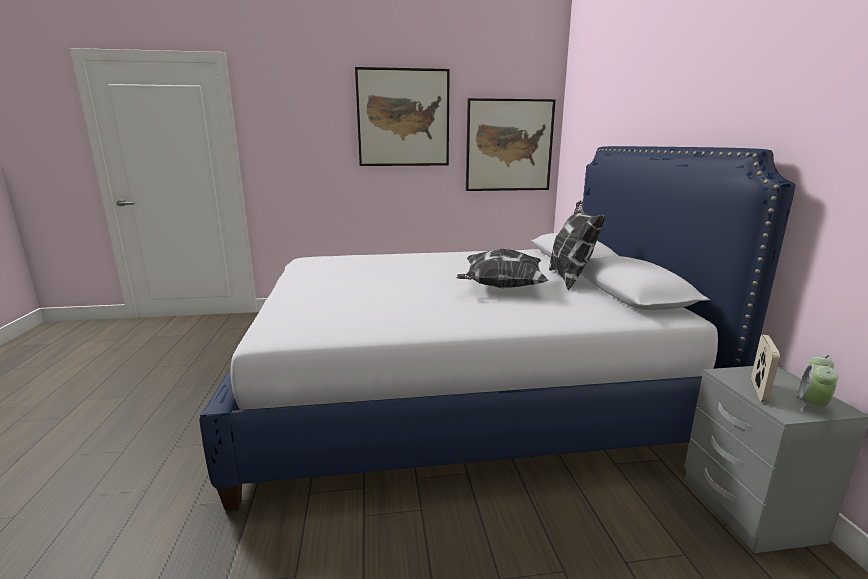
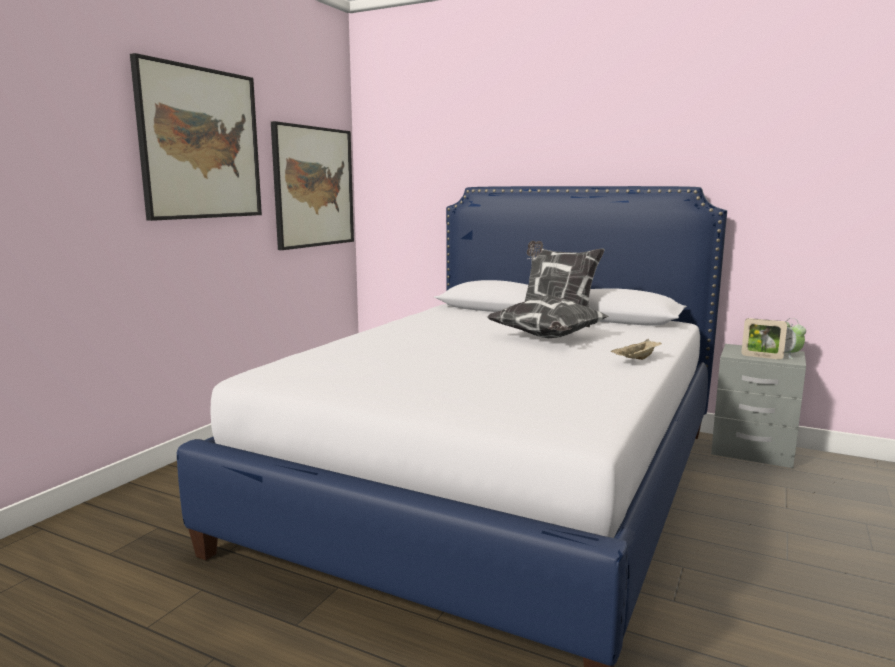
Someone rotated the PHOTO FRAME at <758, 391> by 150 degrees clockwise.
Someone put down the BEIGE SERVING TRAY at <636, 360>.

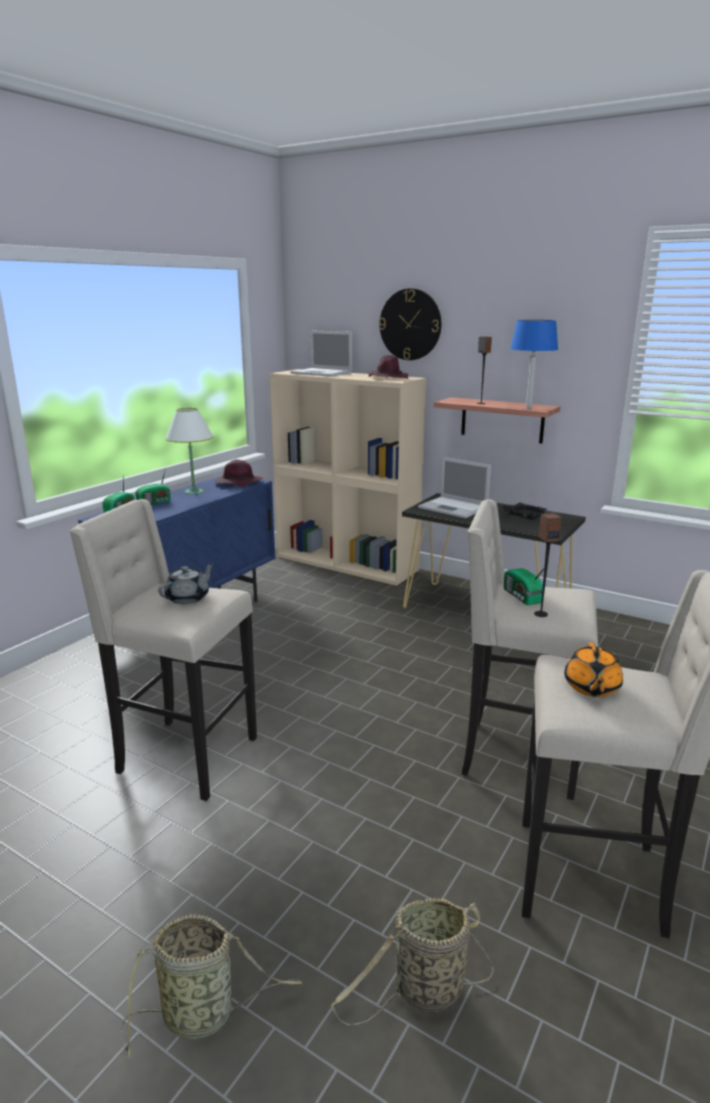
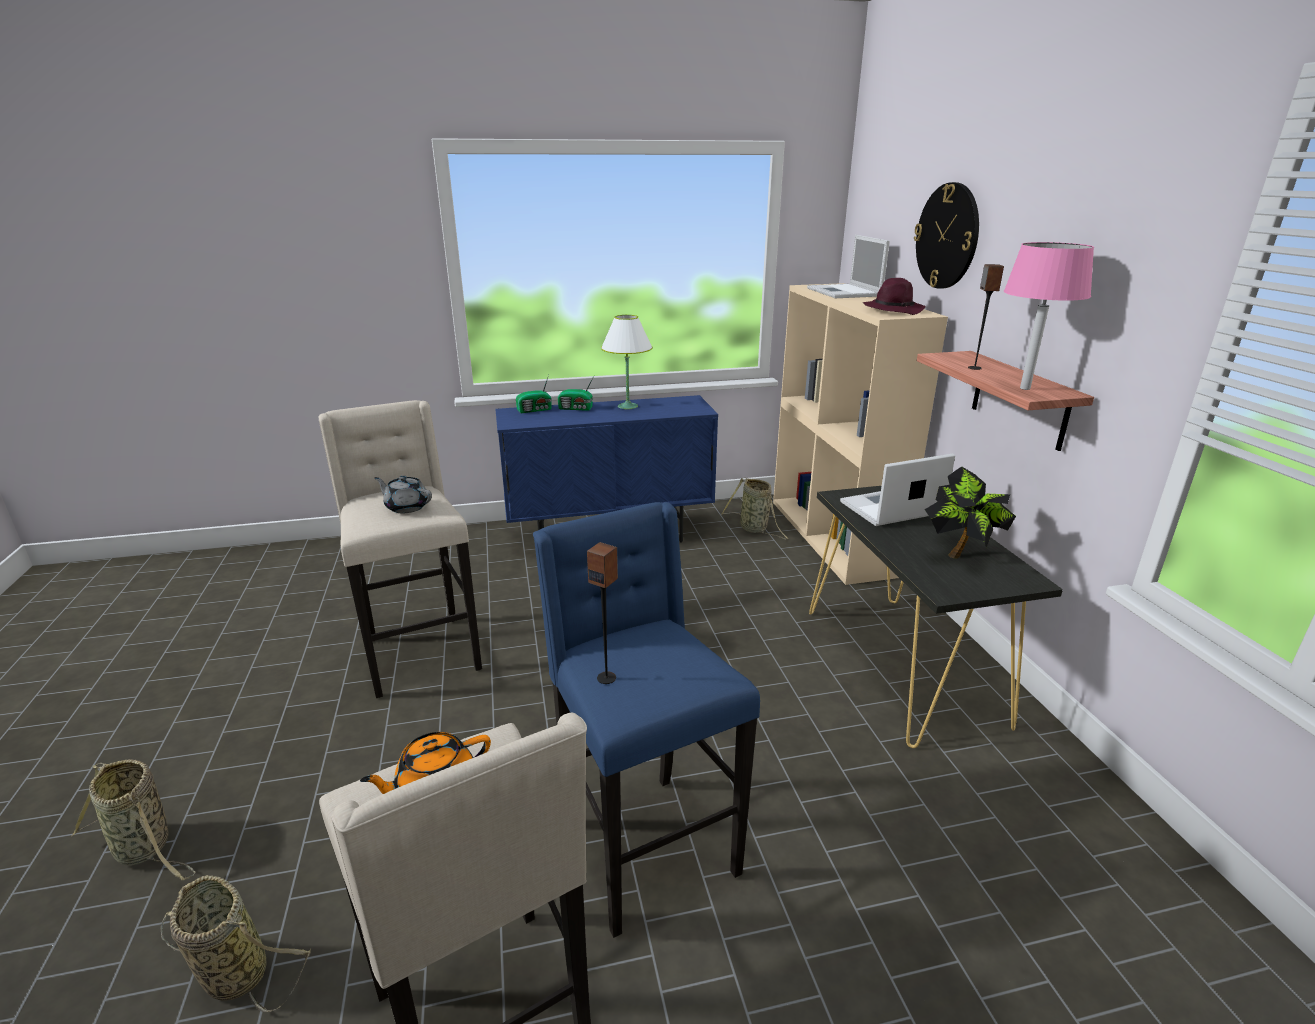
Someone repainted the BLUE-COLOURED TABLE LAMP at <528, 407>, which became the PINK TABLE LAMP at <1024, 388>.
Someone rotated the LAPTOP at <454, 508> by 75 degrees clockwise.
Someone took away the PURPLE-COLOURED WEARABLE HAT at <237, 483>.
Someone repainted the BEIGE STOOL SEAT at <516, 757>, which became the BLUE-COLOURED STOOL SEAT at <643, 846>.
Someone swapped the BLACK SERVING TRAY at <523, 516> for the PLANT IN A POT at <961, 552>.
Someone rotated the GREYISH POT FOR TEA at <188, 598> by 150 degrees counterclockwise.
Someone took away the RADIO at <521, 597>.
Someone put down the BASKET at <755, 529>.

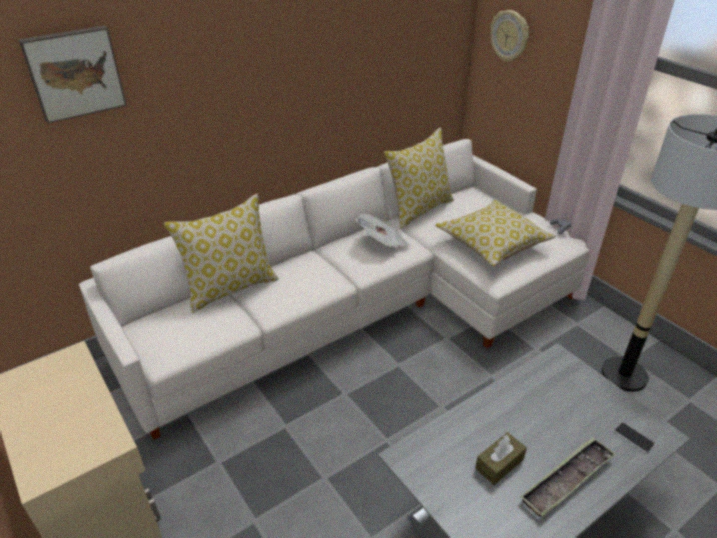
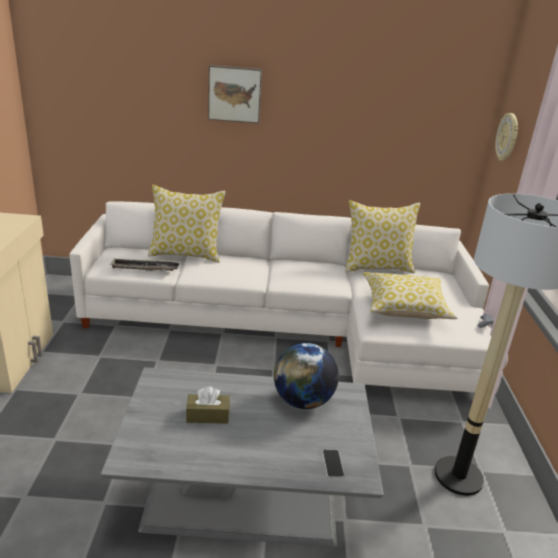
Someone carried the WALL PICTURE from <74, 73> to <235, 94>.
Someone took away the DAILY PAPER at <383, 243>.
Someone carried the SERVING TRAY from <566, 480> to <145, 268>.
Someone put down the WORLD GLOBE at <303, 401>.

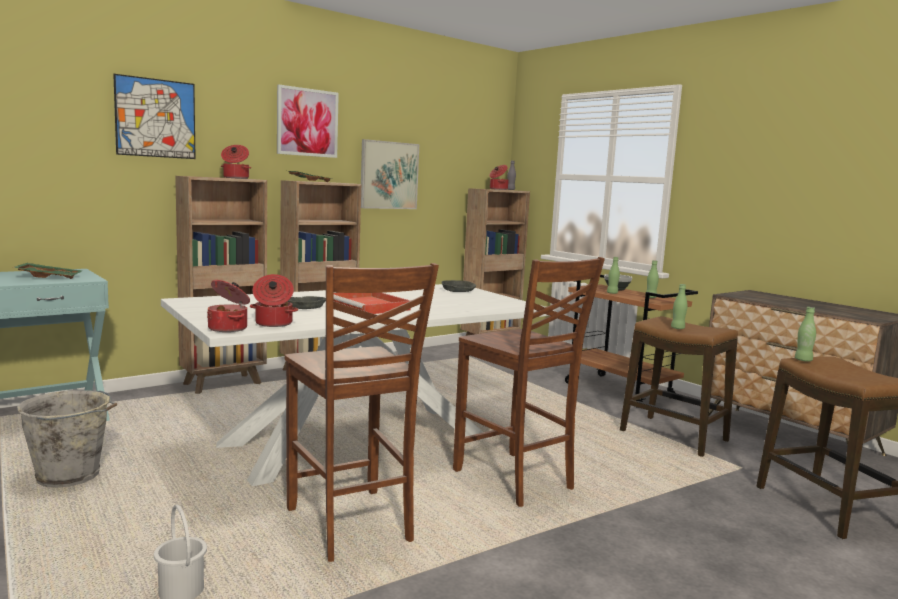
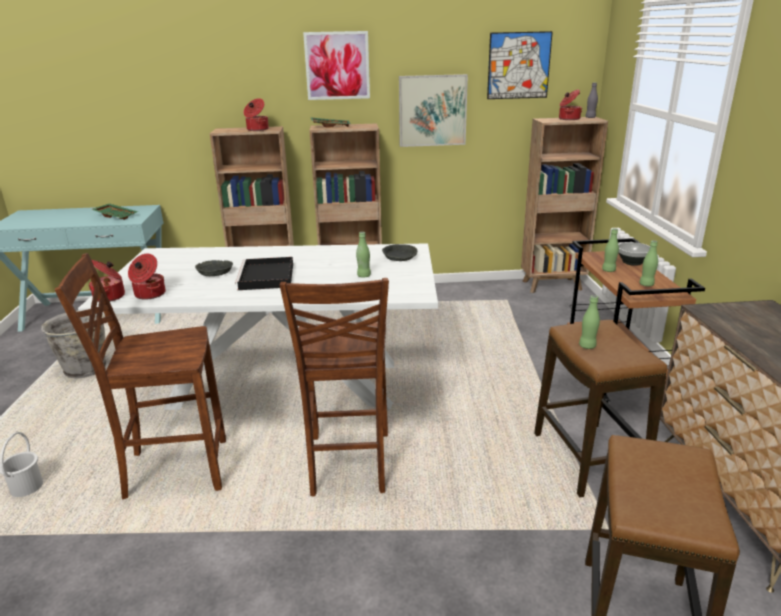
Someone carried the WALL PICTURE from <155, 118> to <518, 65>.
Someone rotated the BROWN-COLOURED CHAIR at <350, 526> by 75 degrees clockwise.
Someone repainted the RED-COLOURED SERVING TRAY at <369, 306>, which became the BLACK SERVING TRAY at <267, 277>.
Someone carried the GREEN-COLOURED BOTTLE from <803, 360> to <364, 276>.

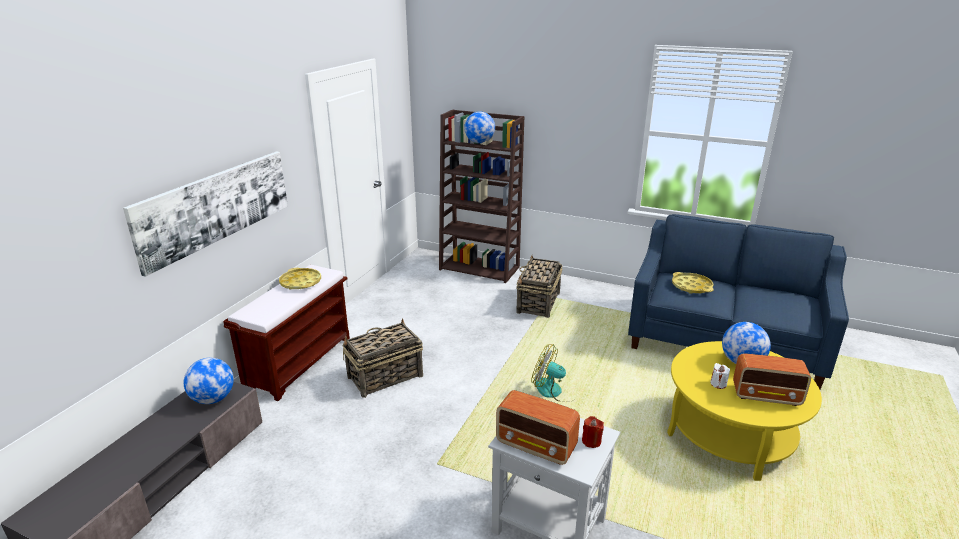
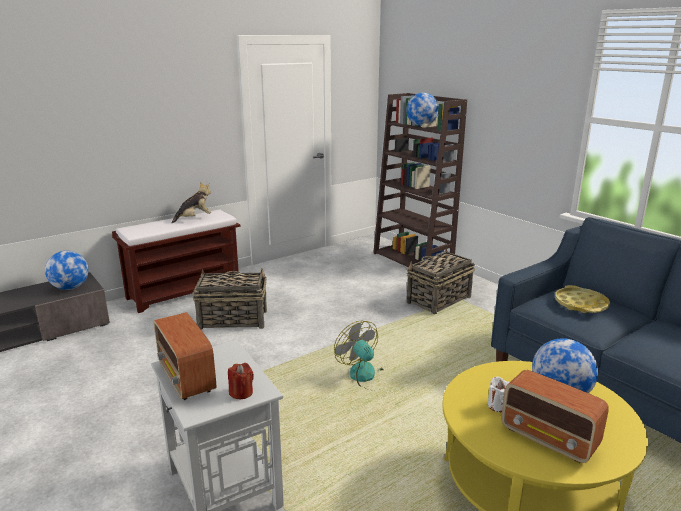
Someone took away the WALL PICTURE at <215, 206>.
Someone swapped the YELLOWISH SERVING TRAY at <300, 282> for the CUDDLY TOY at <194, 218>.

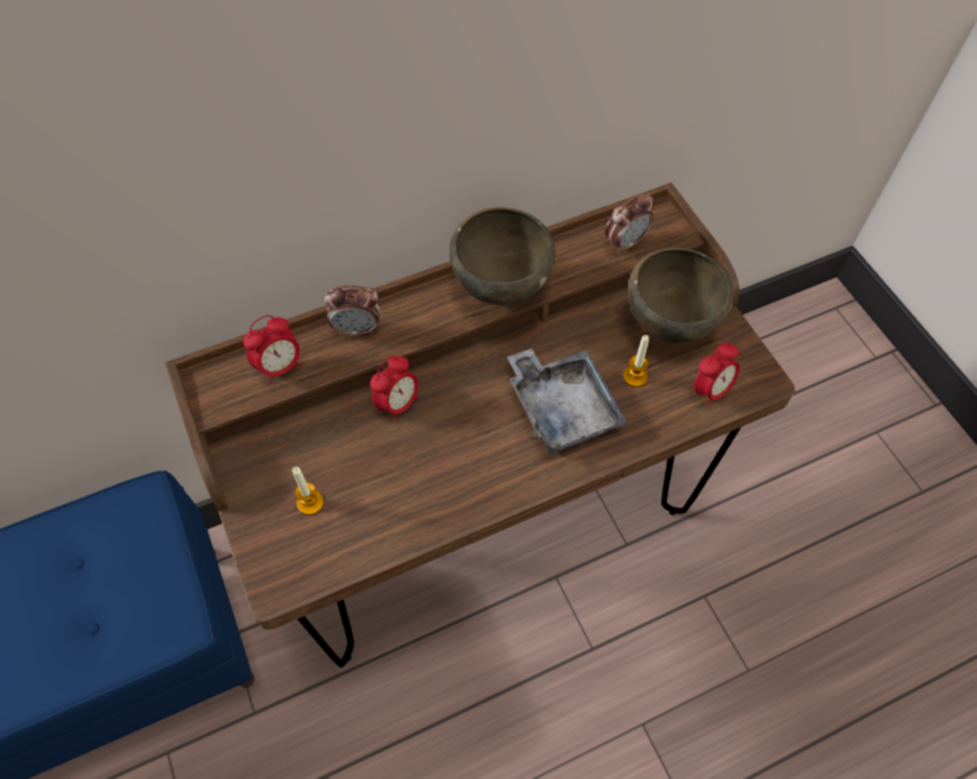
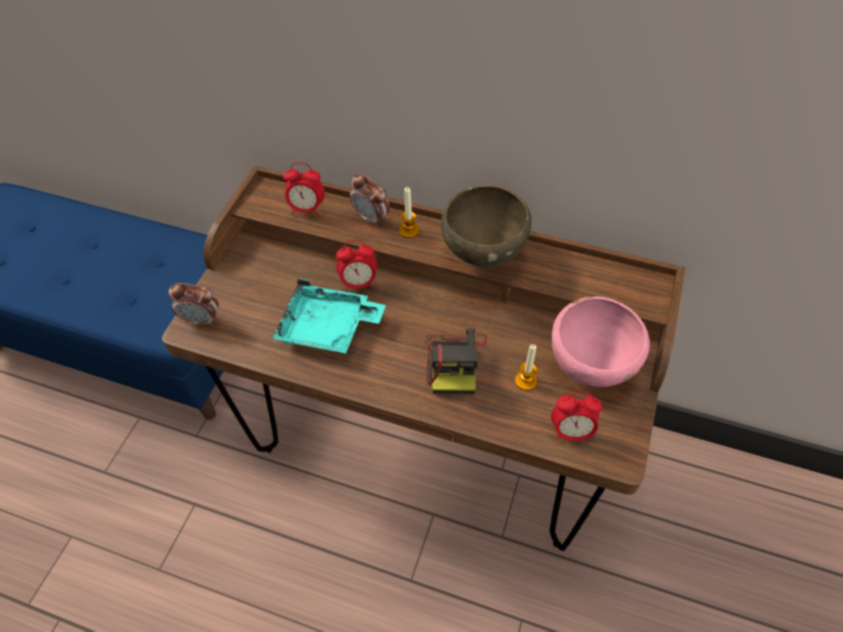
Someone carried the BEDSIDE CLOCK from <625, 242> to <202, 319>.
Someone repainted the BROWN-COLOURED DEEP DISH at <668, 325>, which became the PINK DEEP DISH at <589, 366>.
Someone swapped the GREYISH SERVING TRAY at <562, 407> for the STILL CAMERA at <454, 361>.
Someone carried the WAX CANDLE from <310, 502> to <409, 230>.
Someone put down the TURQUOISE-COLOURED SERVING TRAY at <328, 328>.

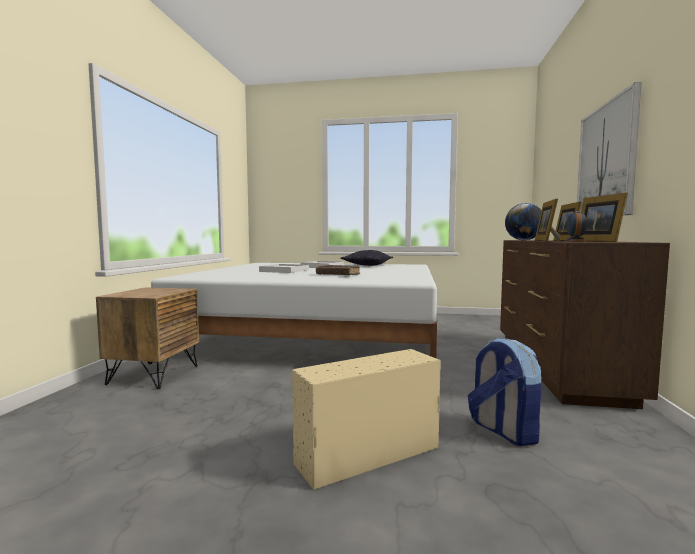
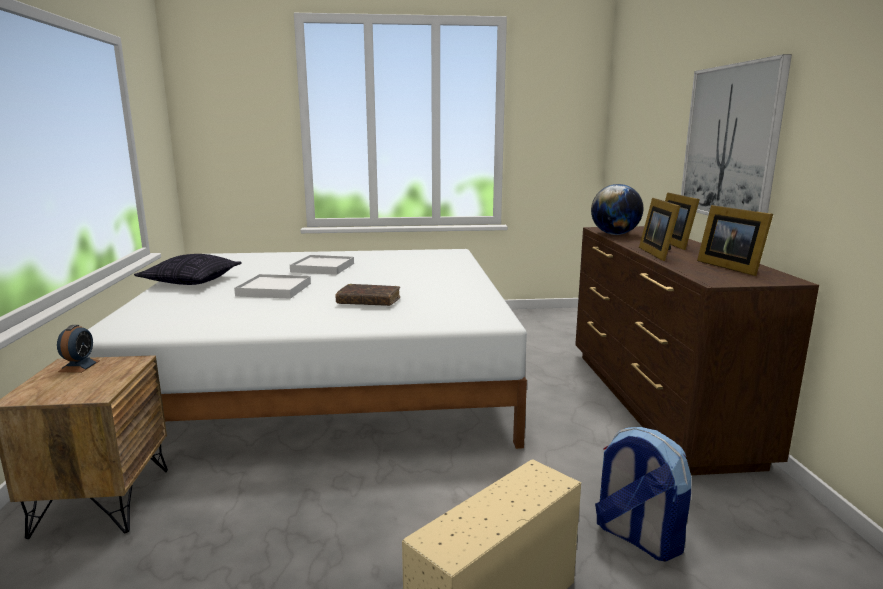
Someone carried the BEDSIDE CLOCK from <575, 241> to <79, 366>.
Someone carried the CUSHION from <367, 265> to <192, 281>.

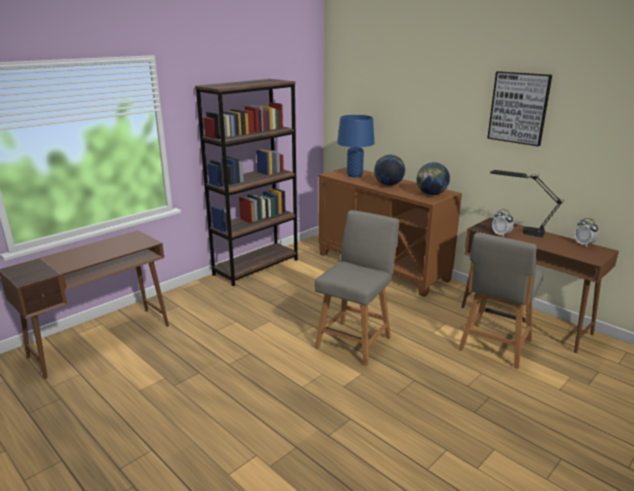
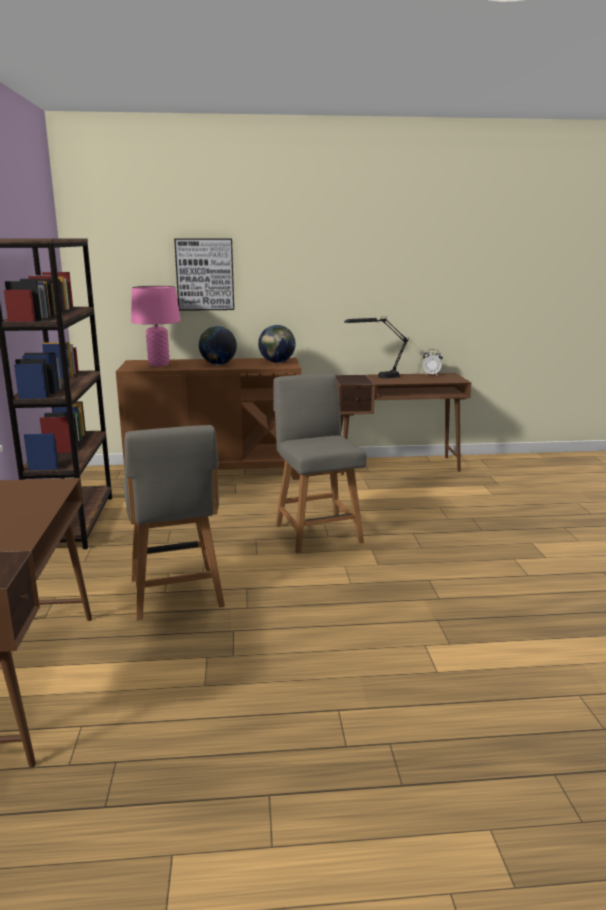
Someone carried the WALL PICTURE from <519, 108> to <205, 274>.
Someone repainted the BLUE-COLOURED TABLE LAMP at <354, 175>, which became the PINK TABLE LAMP at <158, 364>.
Someone took away the BEDSIDE CLOCK at <501, 234>.
Someone carried the GREYISH CHAIR from <494, 346> to <176, 594>.

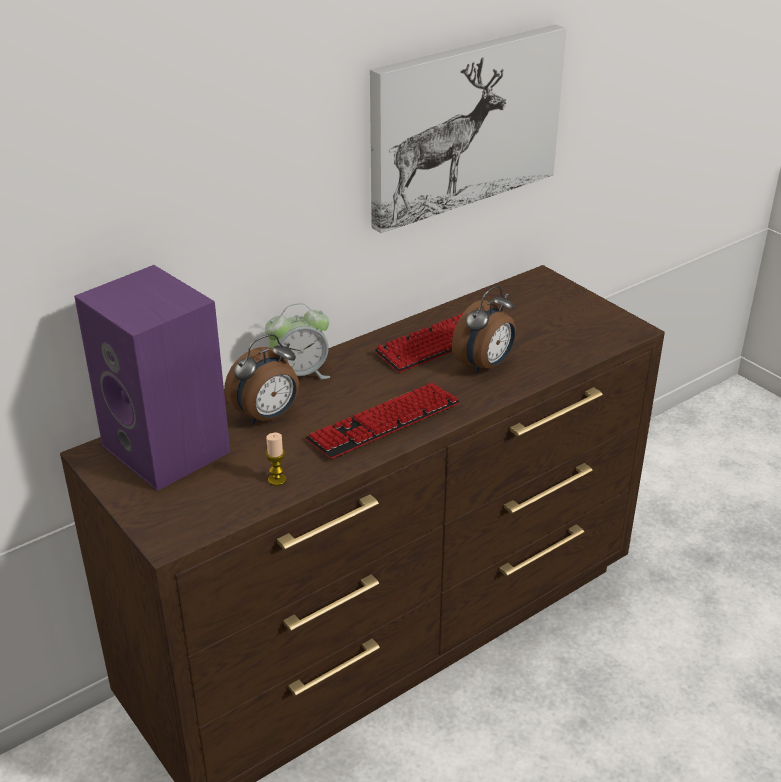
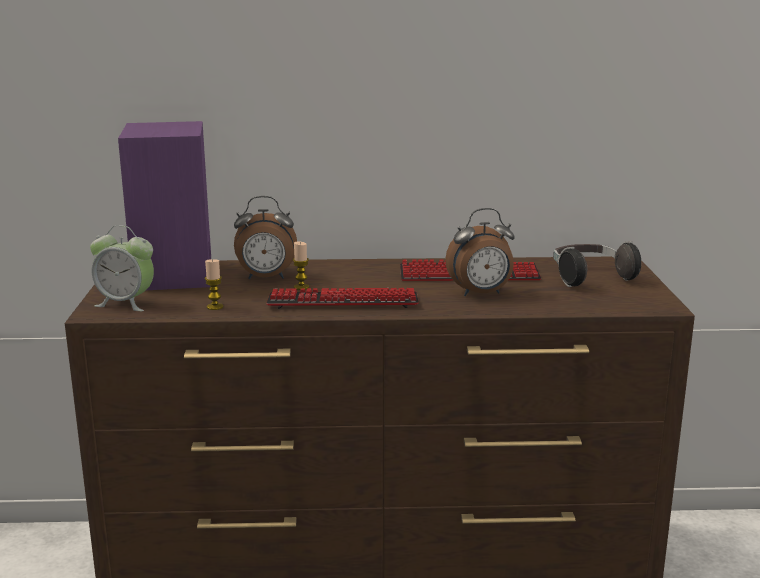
Someone took away the WALL PICTURE at <464, 124>.
Someone carried the BEDSIDE CLOCK from <300, 374> to <126, 303>.
Someone put down the WAX CANDLE at <301, 287>.
Someone put down the HEADSET at <589, 278>.

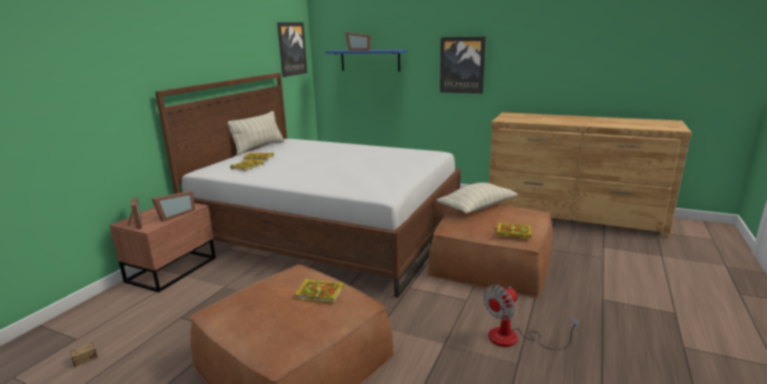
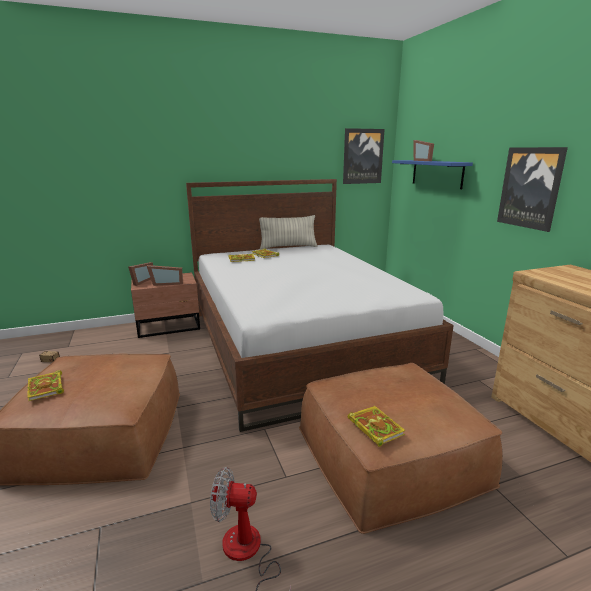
Someone took away the CUSHION at <476, 207>.
Someone carried the BOOK from <321, 293> to <46, 388>.

